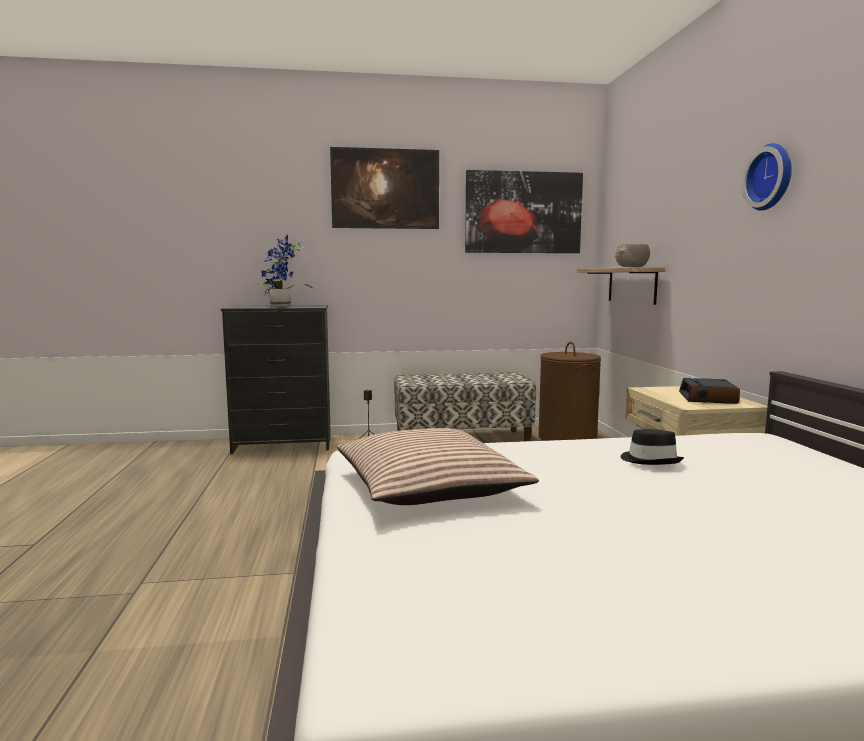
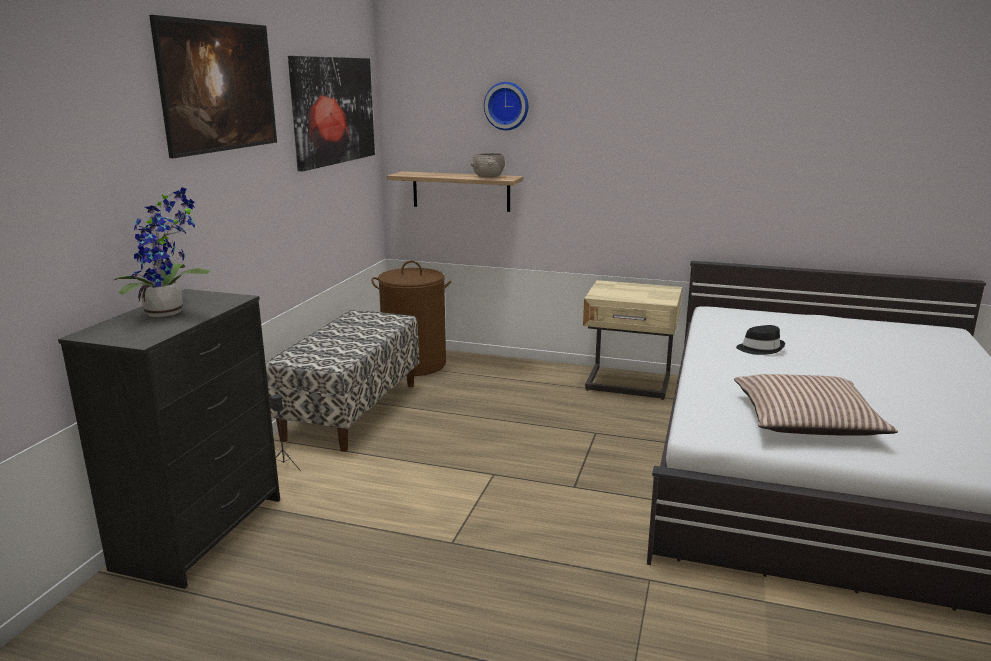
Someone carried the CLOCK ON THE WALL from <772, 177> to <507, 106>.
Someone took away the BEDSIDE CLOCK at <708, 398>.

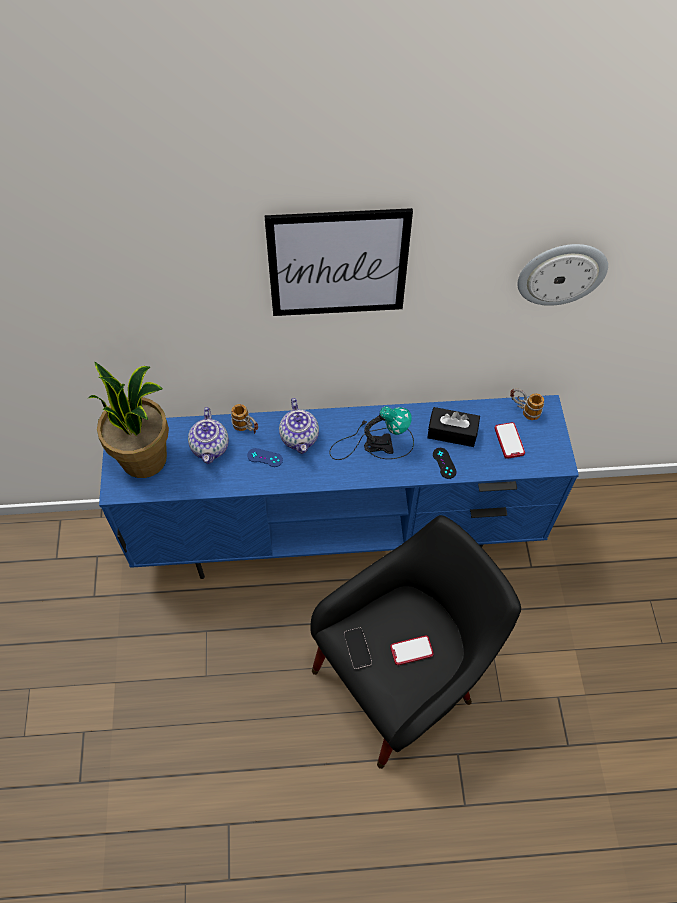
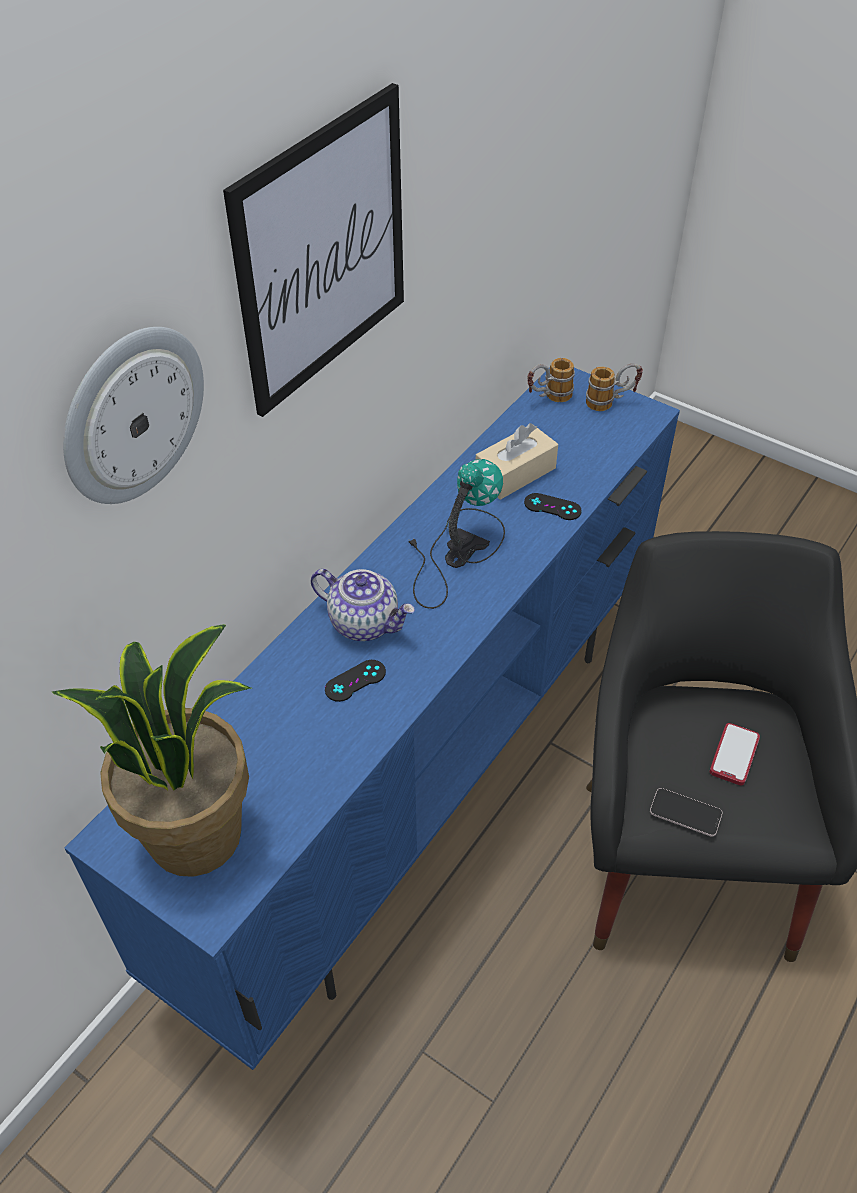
Someone carried the CLOCK ON THE WALL from <561, 273> to <132, 414>.
Someone carried the COFFEE MUG from <247, 429> to <611, 402>.
Someone took away the POT FOR TEA at <210, 447>.
Someone repainted the BLACK TISSUE HOLDER at <452, 432>, which became the BEIGE TISSUE HOLDER at <515, 473>.
Someone took away the HANDSET at <509, 441>.
Someone repainted the BLUE-COLOURED JOYPAD at <265, 457>, which became the BLACK JOYPAD at <355, 681>.

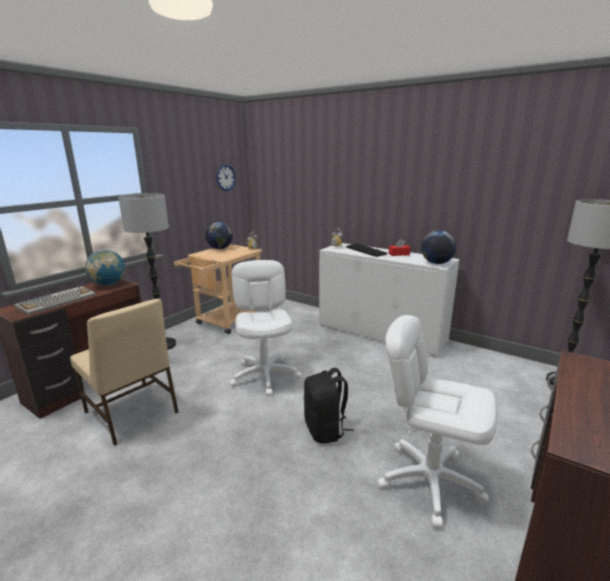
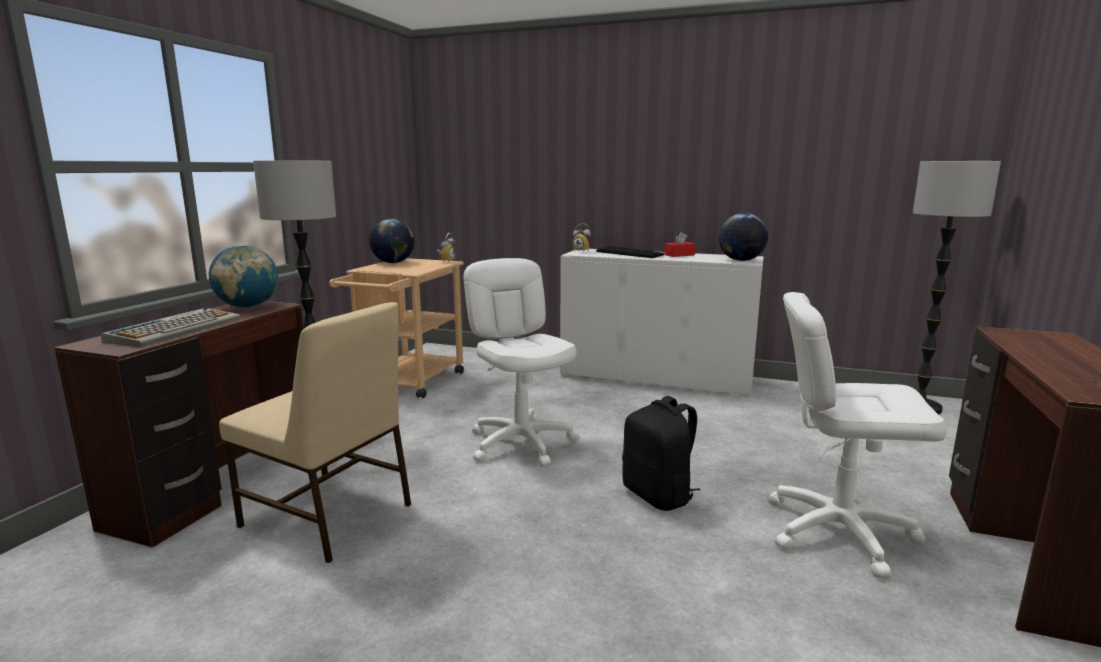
Someone took away the CLOCK ON THE WALL at <225, 177>.

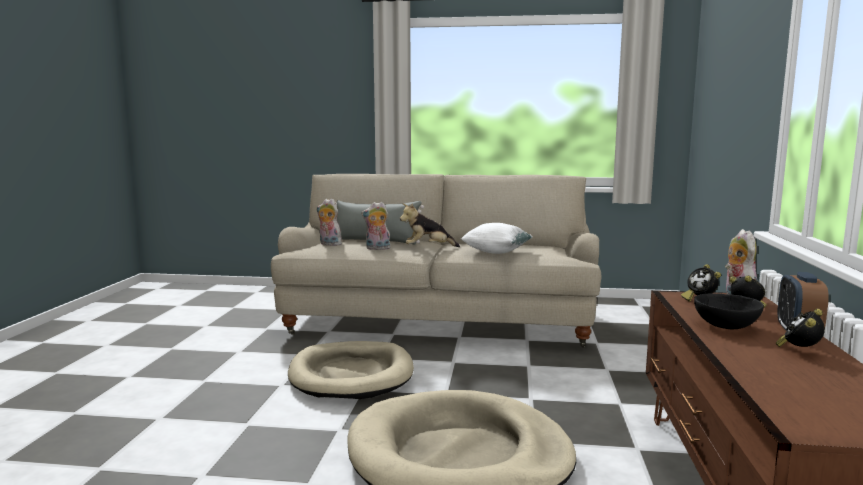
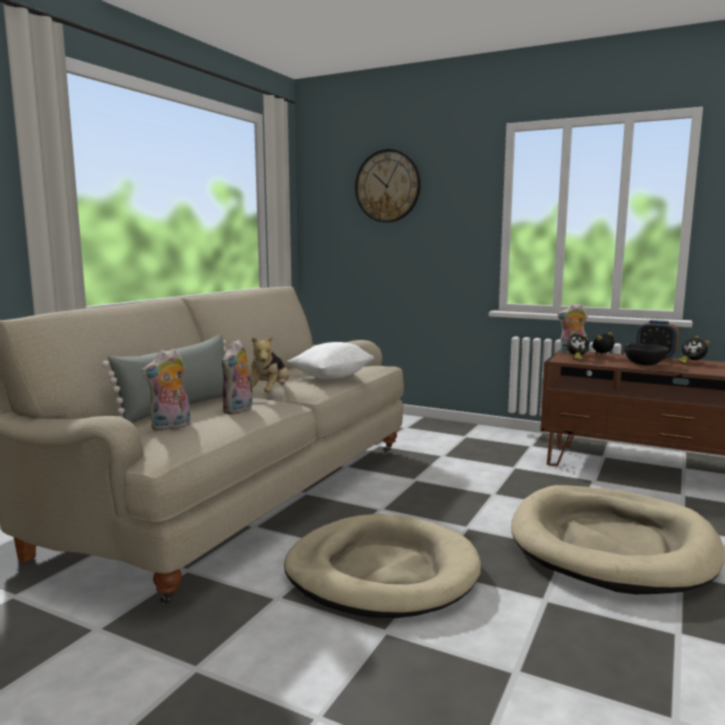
Someone put up the CLOCK ON THE WALL at <387, 186>.

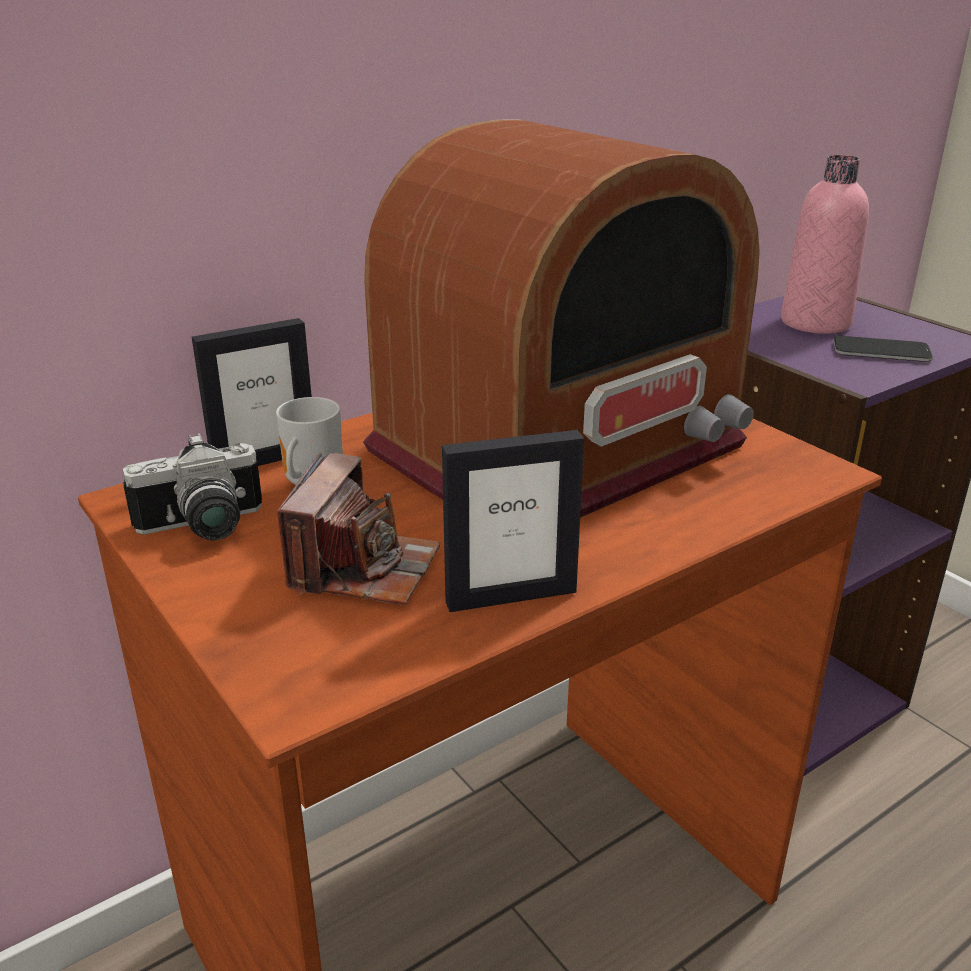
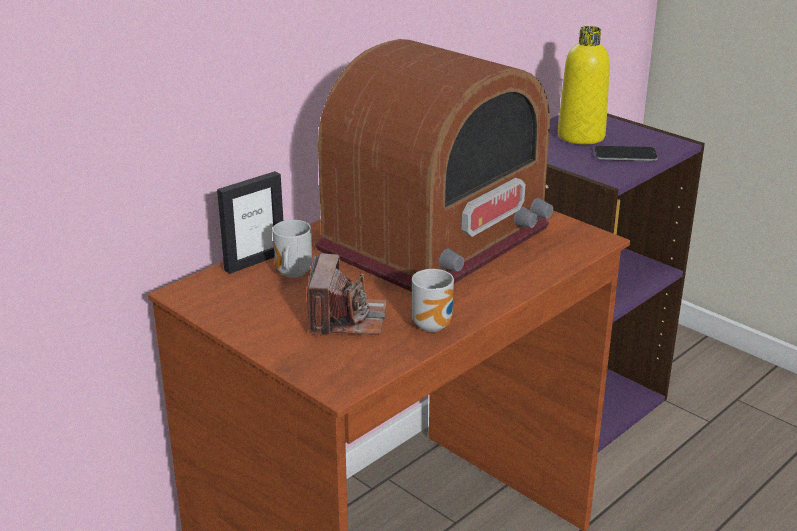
Someone repainted the PINK BOTTLE at <815, 323>, which became the YELLOWISH BOTTLE at <581, 136>.
Someone swapped the PHOTO FRAME at <510, 596> for the COFFEE MUG at <435, 325>.
Someone took away the STILL CAMERA at <203, 528>.

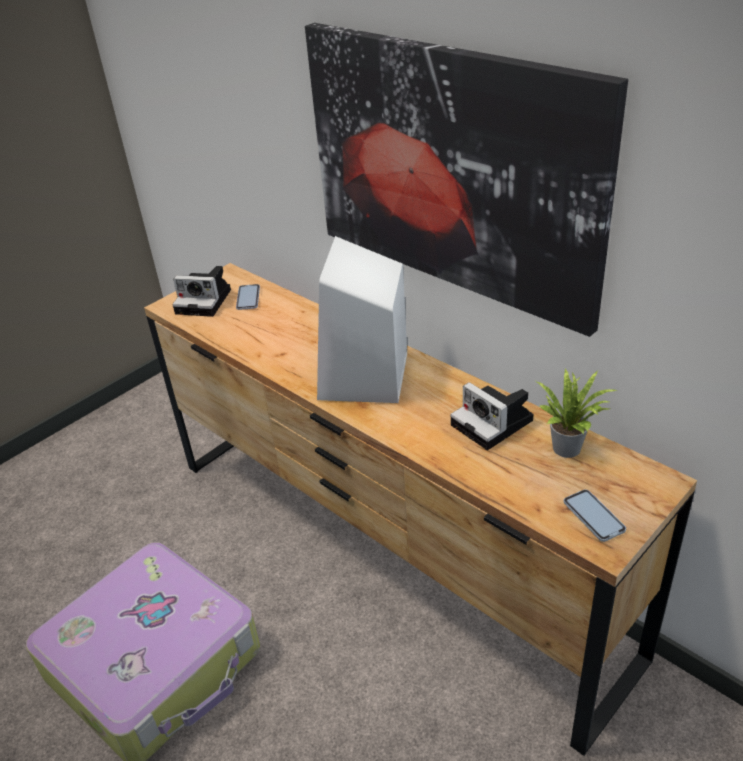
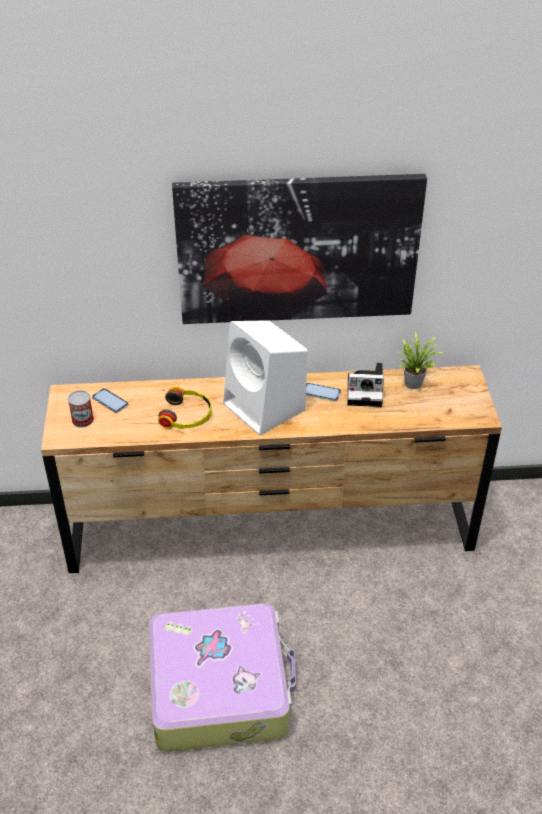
Someone swapped the STILL CAMERA at <206, 301> for the CAN at <82, 420>.
Someone carried the HANDSET from <593, 516> to <321, 393>.
Someone put down the HEADSET at <187, 415>.

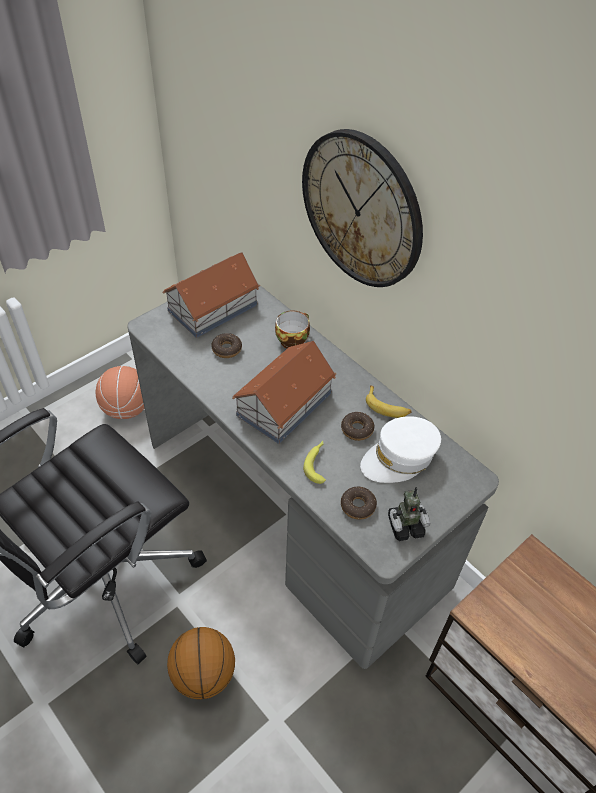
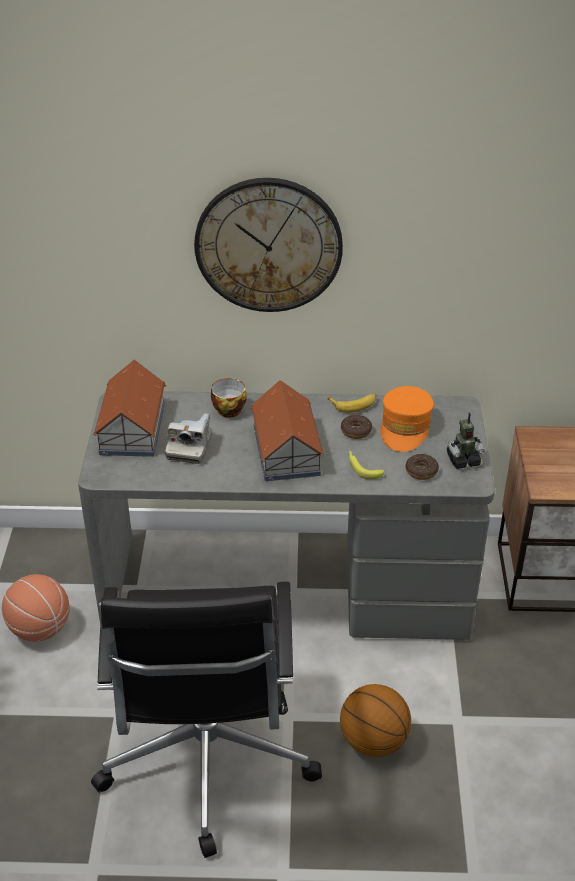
Someone swapped the DONUT at <226, 349> for the STILL CAMERA at <190, 447>.
Someone repainted the WHITISH CAP at <399, 458>, which became the ORANGEY CAP at <405, 427>.
Someone rotated the MODEL ROBOT at <405, 526> by 45 degrees clockwise.

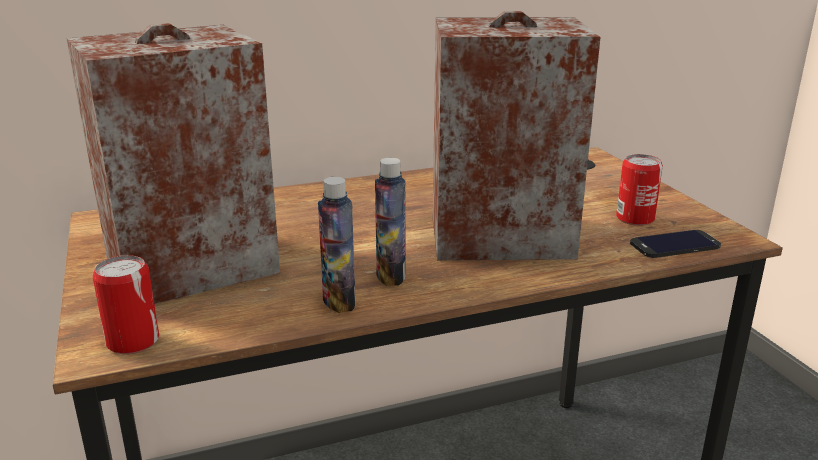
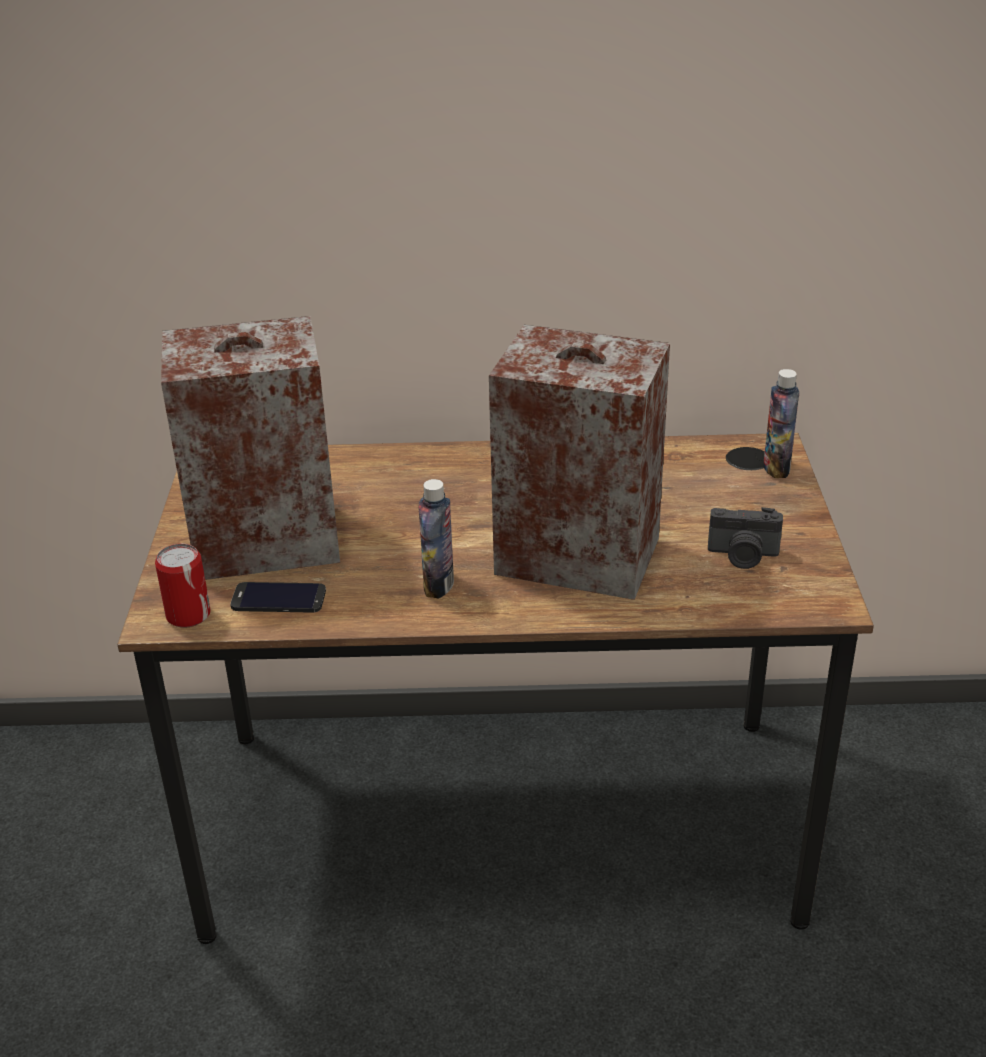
Someone swapped the CAN at <635, 218> for the STILL CAMERA at <742, 556>.
Someone carried the BOTTLE from <339, 301> to <776, 468>.
Someone carried the HANDSET from <674, 245> to <278, 598>.

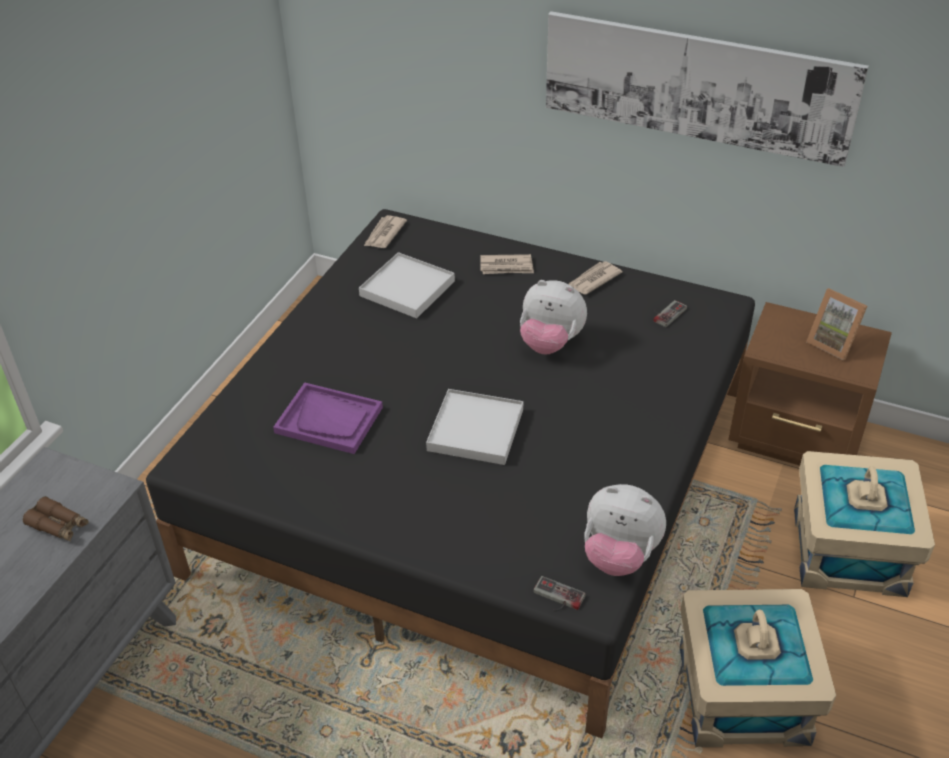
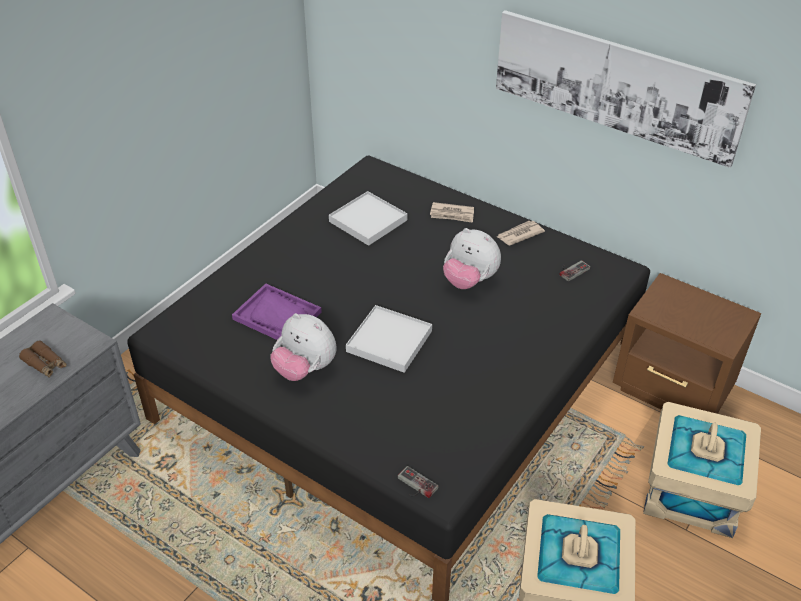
Someone took away the DAILY PAPER at <384, 234>.
Someone took away the PHOTO FRAME at <833, 343>.
Someone carried the CUDDLY TOY from <619, 555> to <305, 369>.

